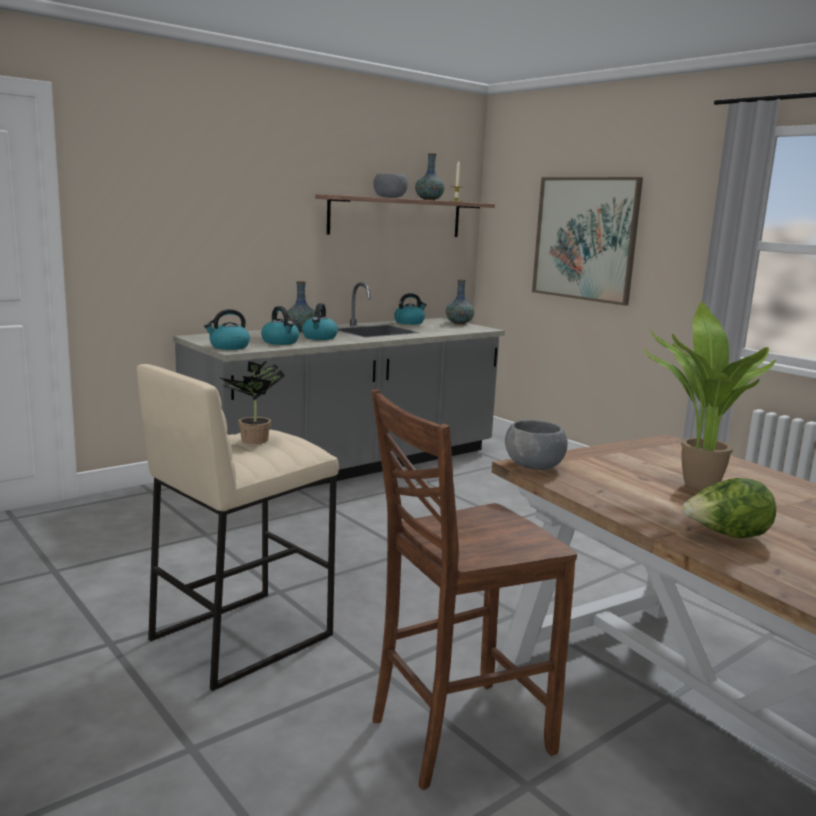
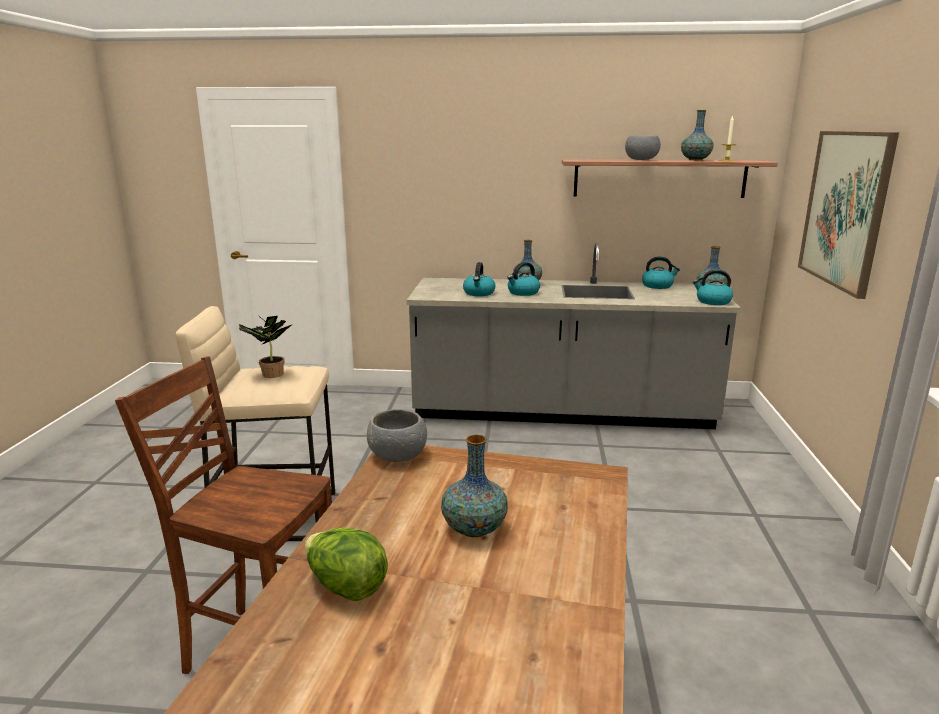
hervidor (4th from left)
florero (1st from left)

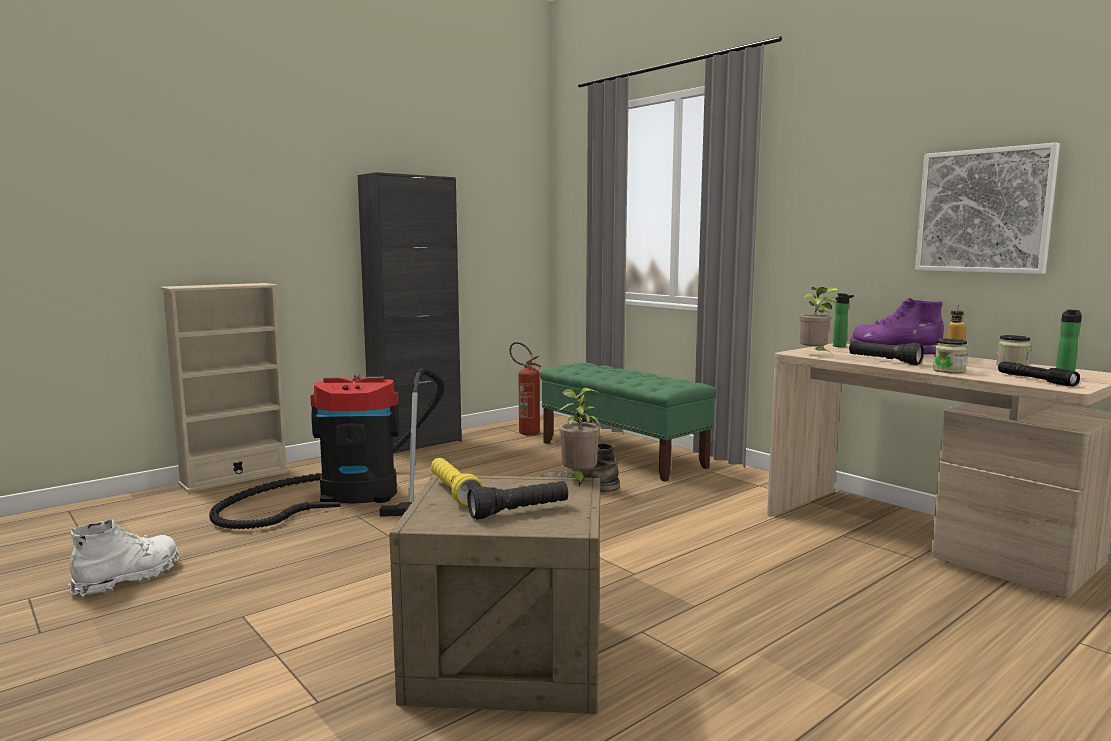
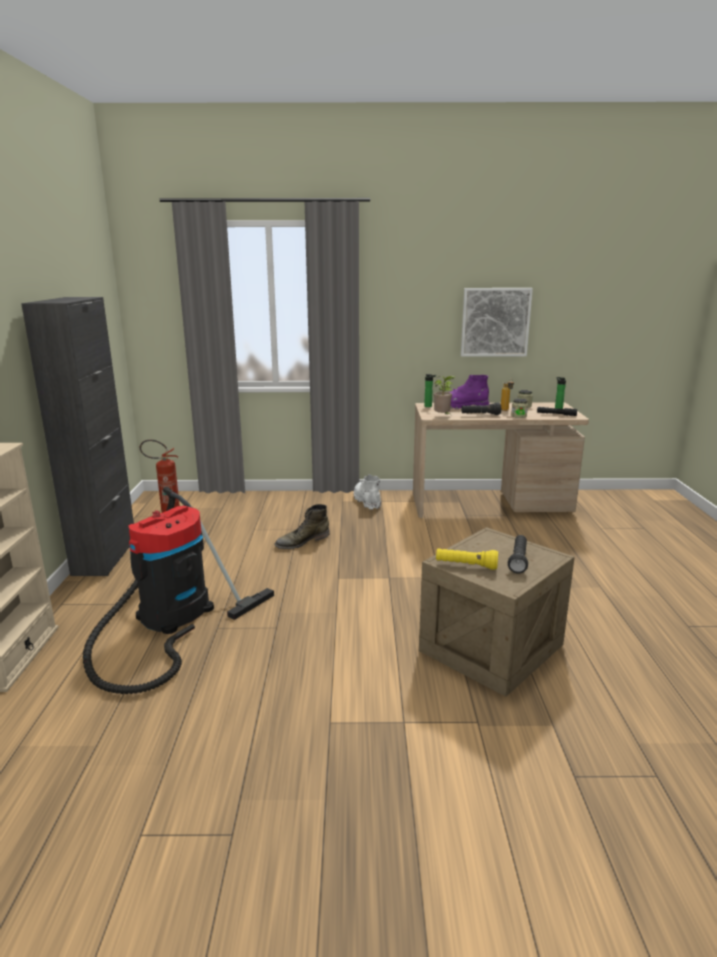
bota/blanco
banco/verde
planta en maceta (1st from left in the first image)

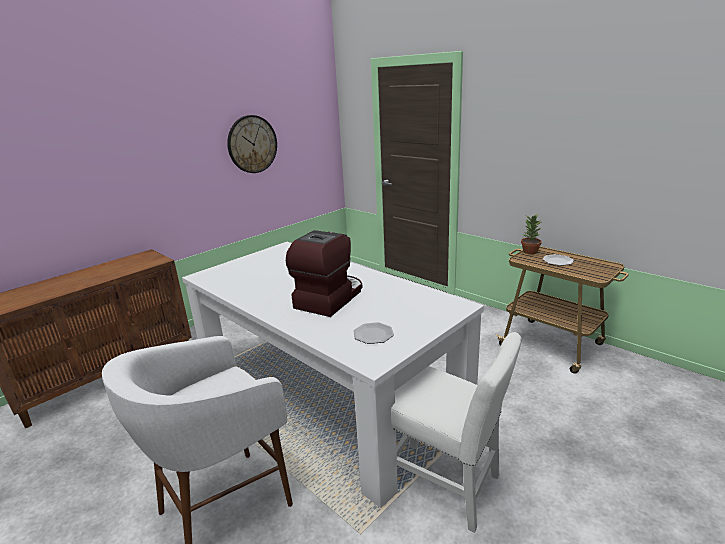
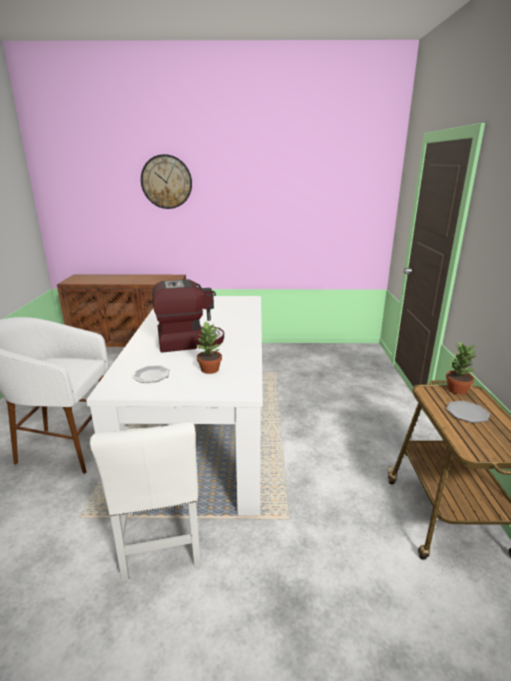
reloj de pared
planta en maceta (1st from left)

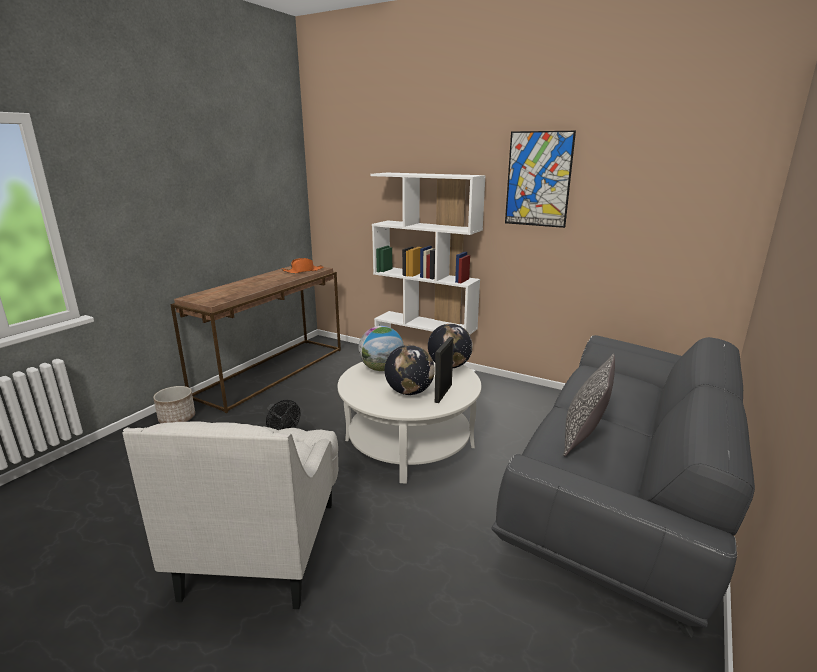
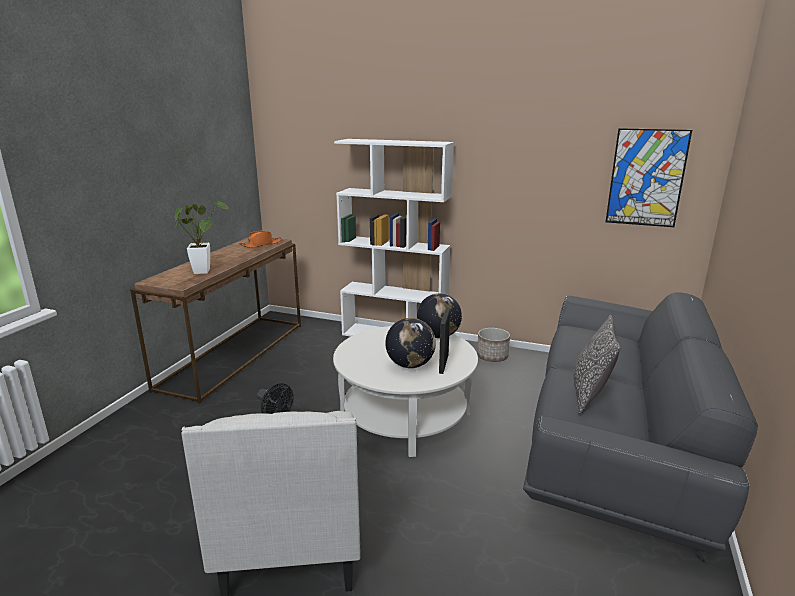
maceta
globo terráqueo (1st from left in the first image)
cuadro
planta en maceta

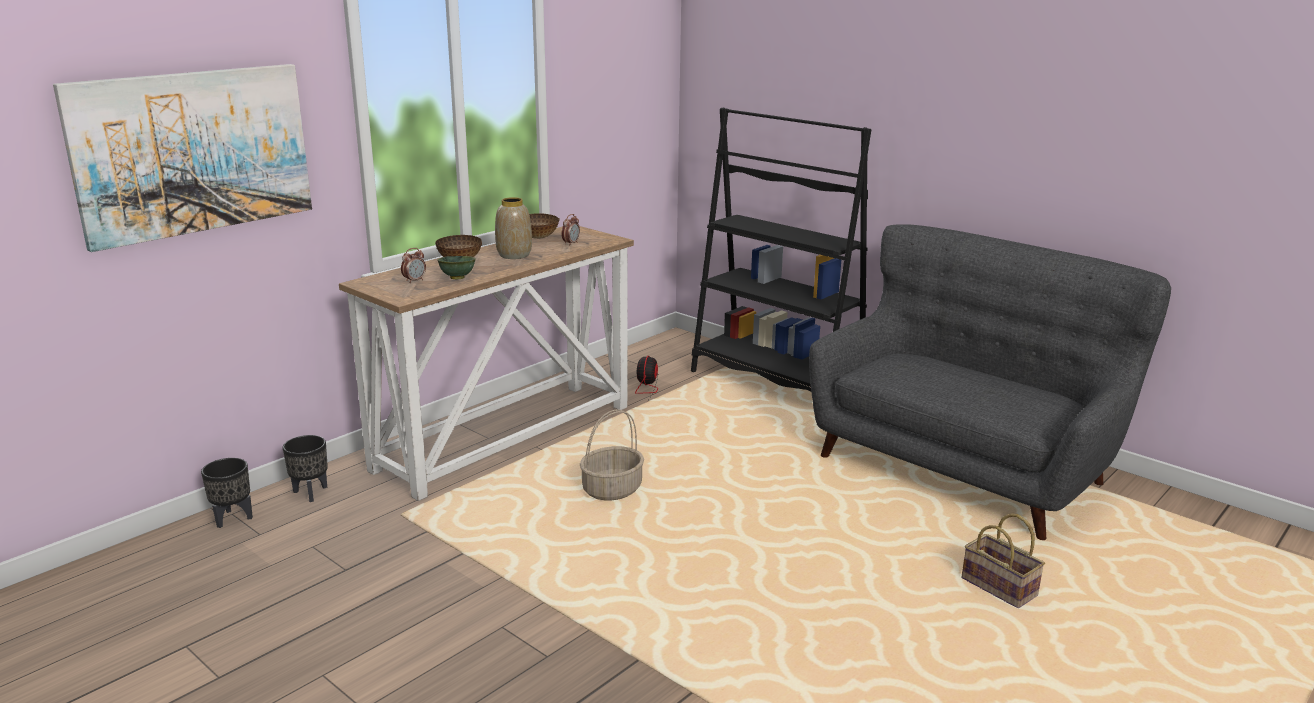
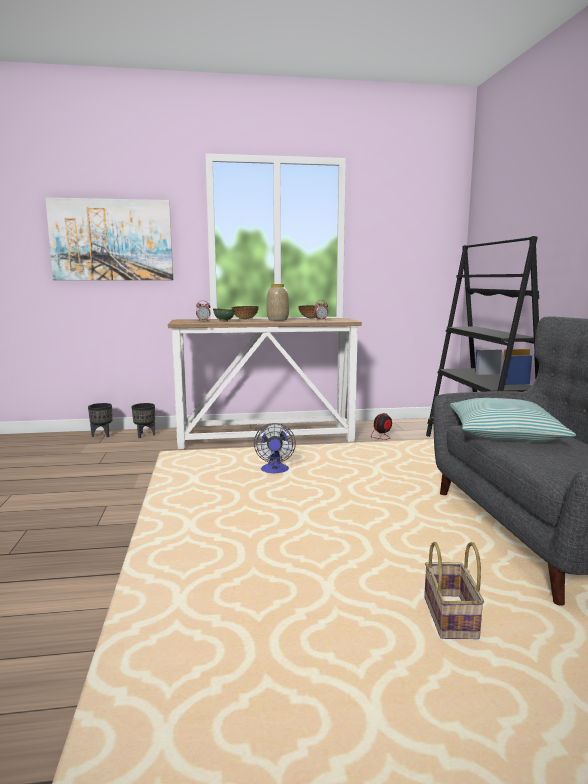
ventilador (1st from left)
cojín

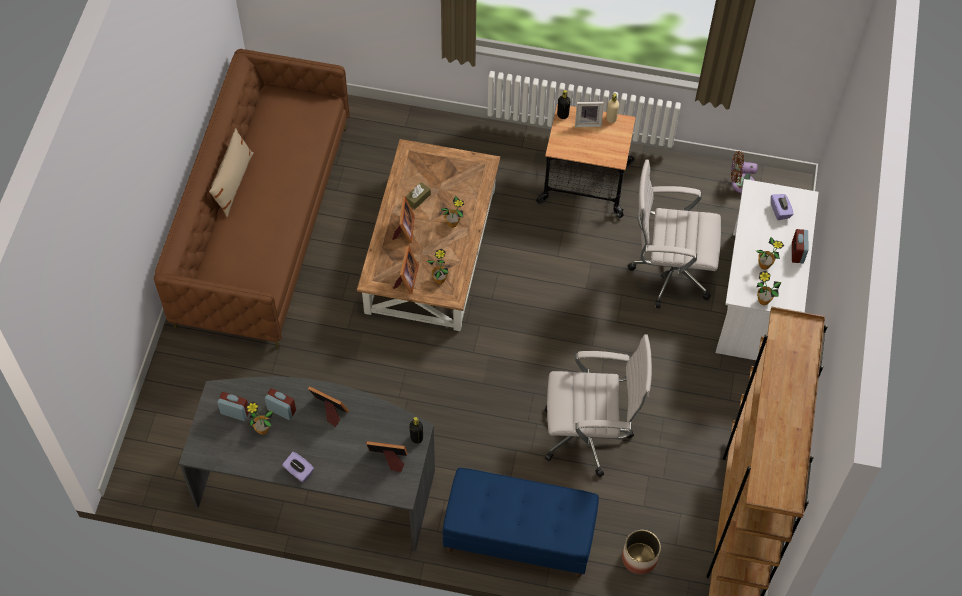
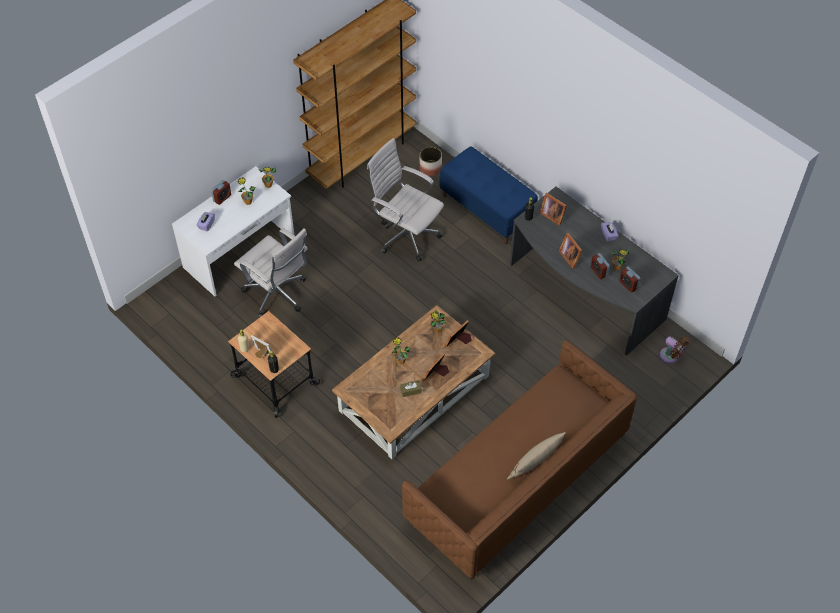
ventilador/marrón

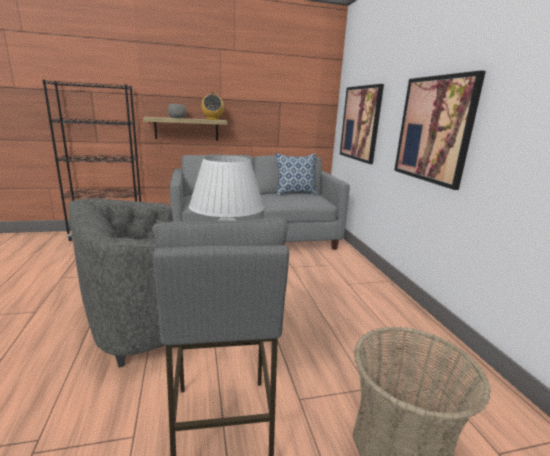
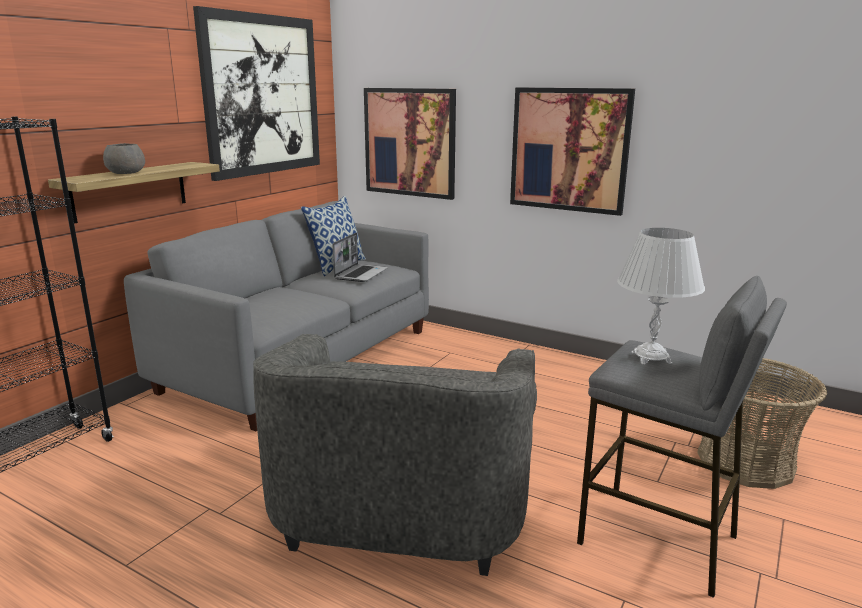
radio
cuadro (1st from left)
portátil

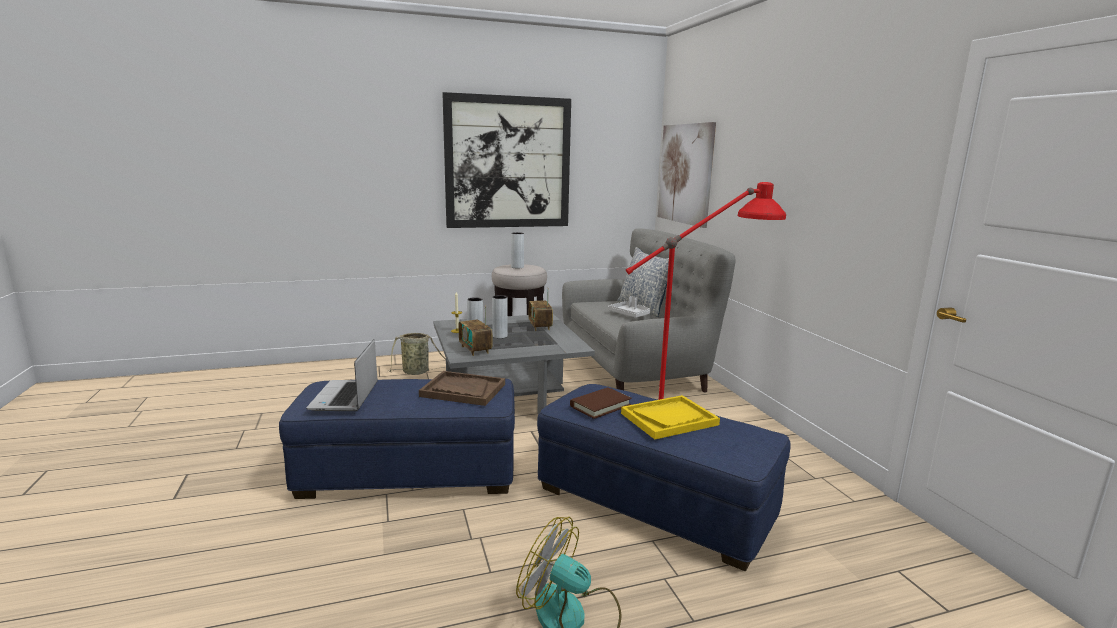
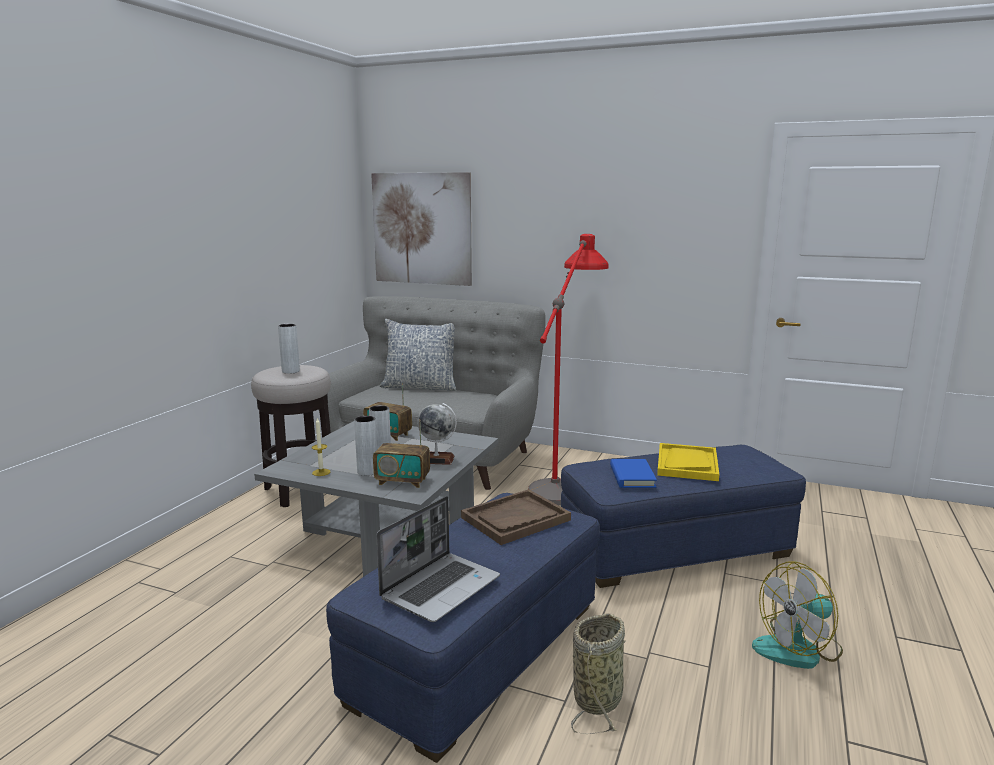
portátil
cesta
cuadro (1st from left in the first image)
libro/azul
bandeja/gris
globo terráqueo

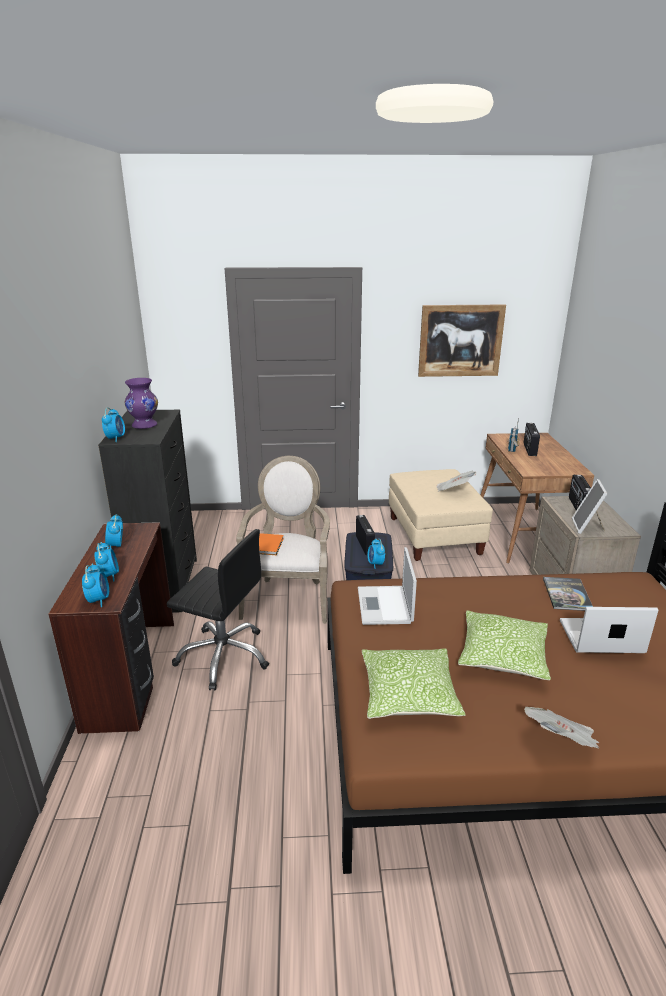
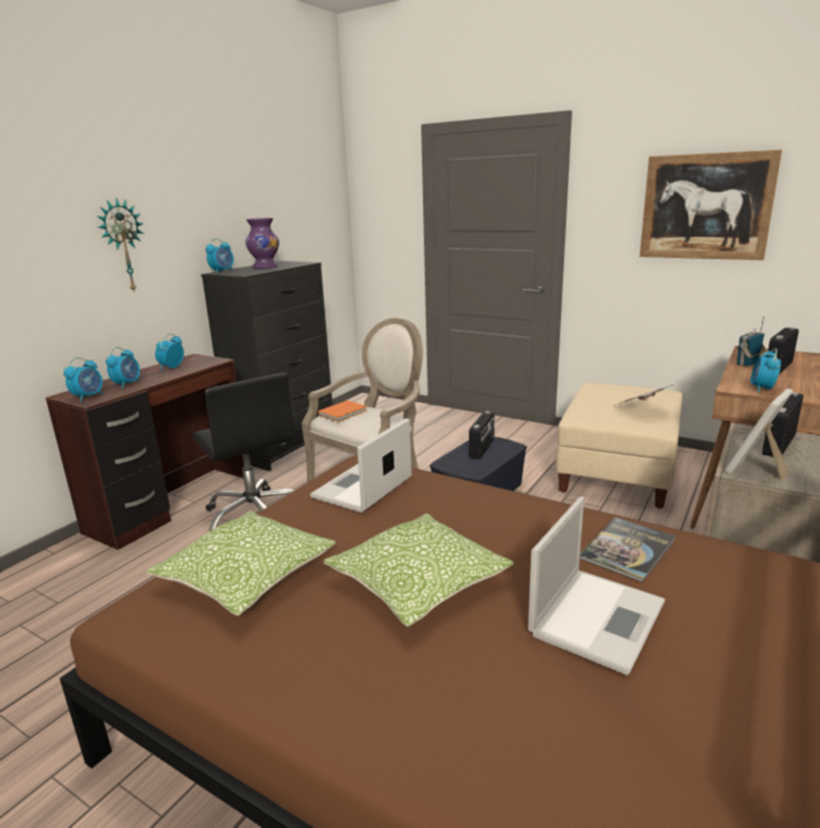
despertador (5th from left)
periódico (2nd from left in the first image)
portátil (2nd from left)
reloj de pared

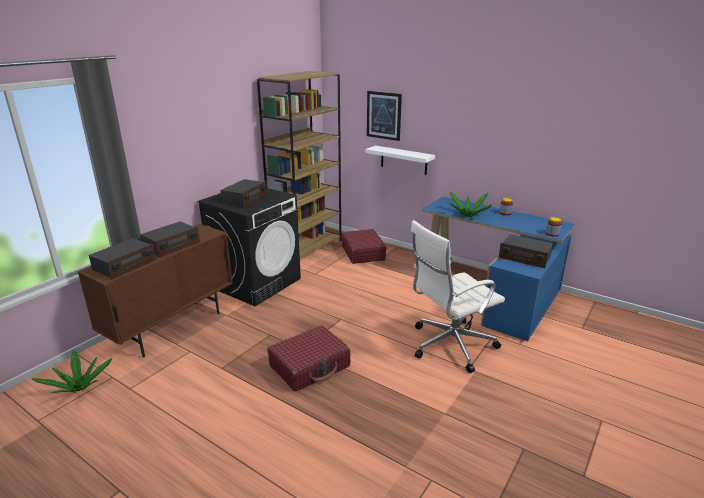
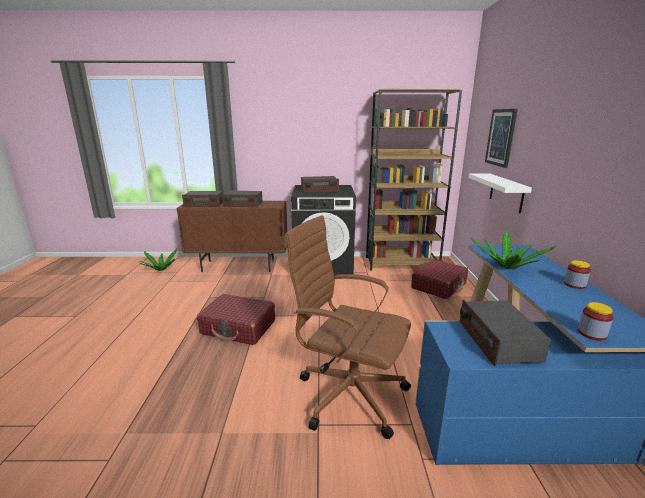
silla de oficina/marrón

